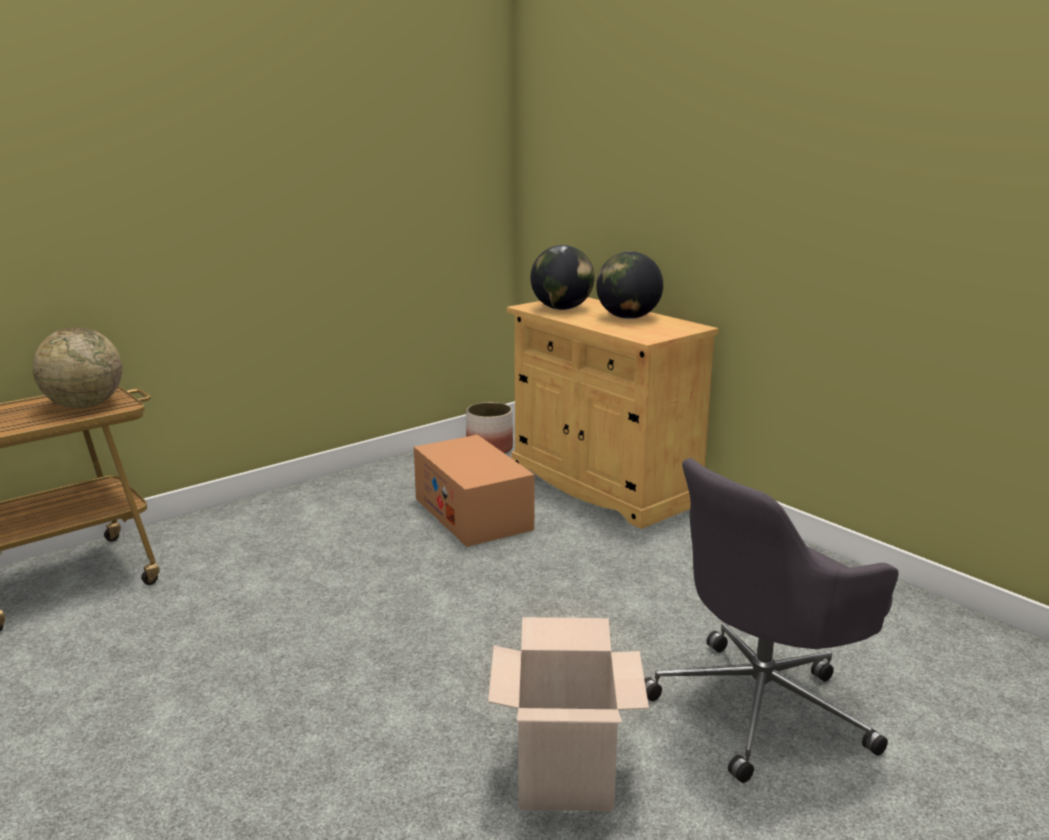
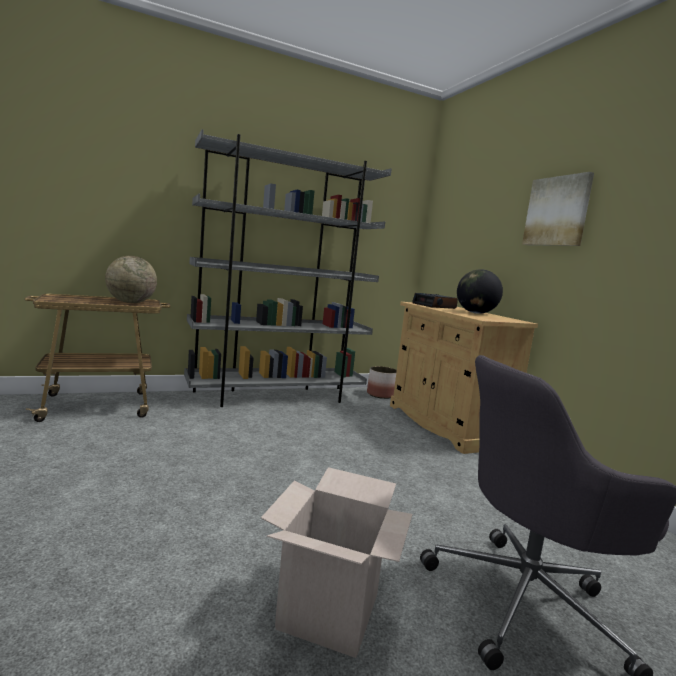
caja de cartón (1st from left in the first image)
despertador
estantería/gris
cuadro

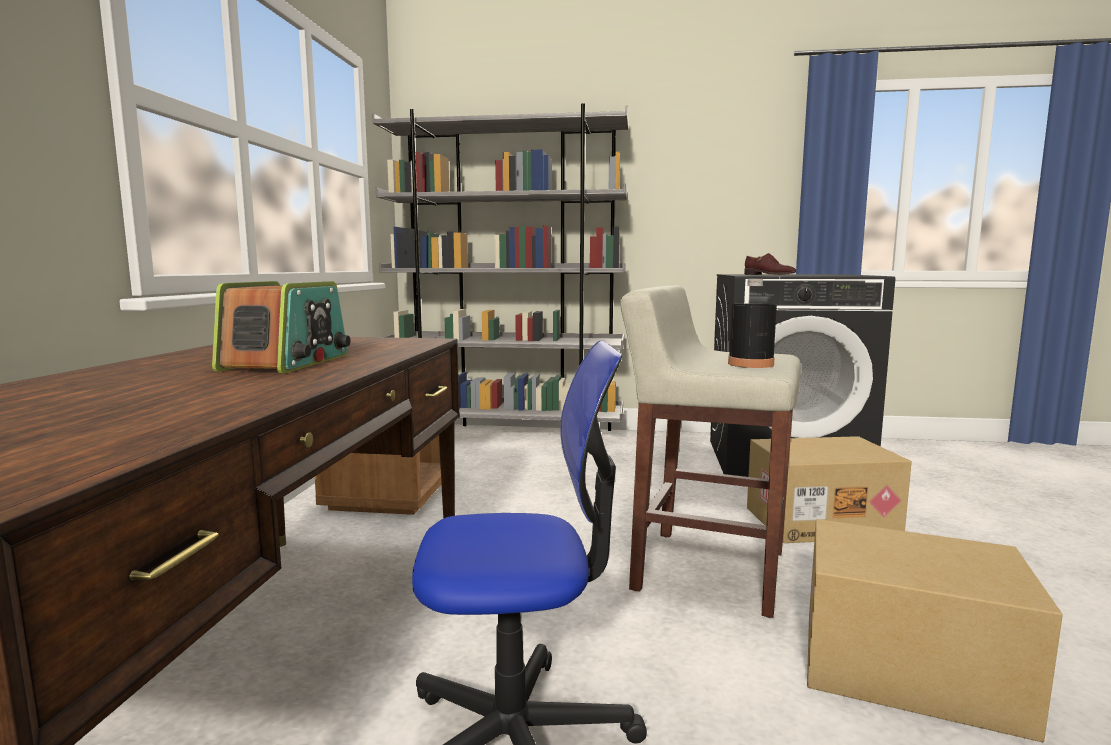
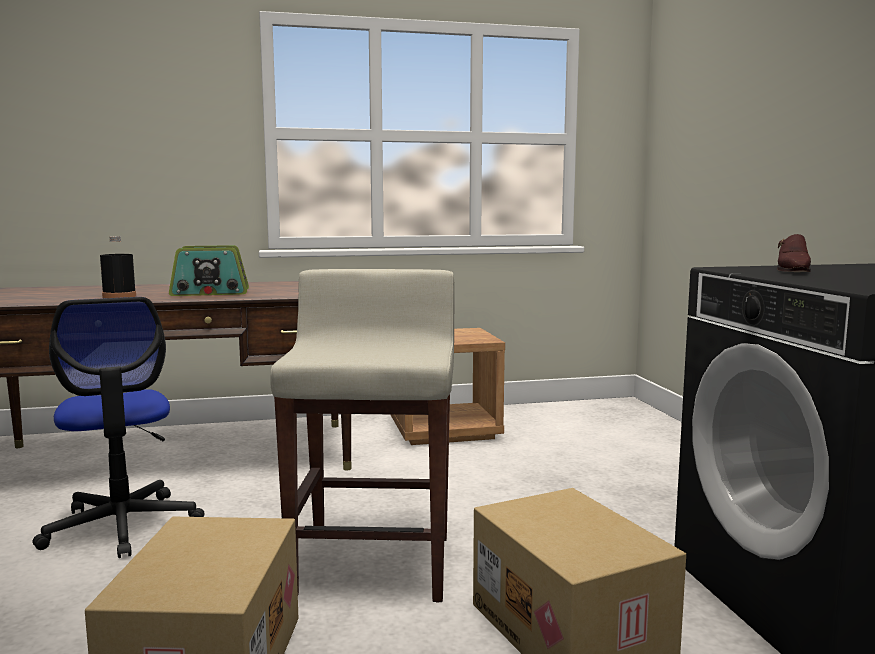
estantería/gris
botella/negro

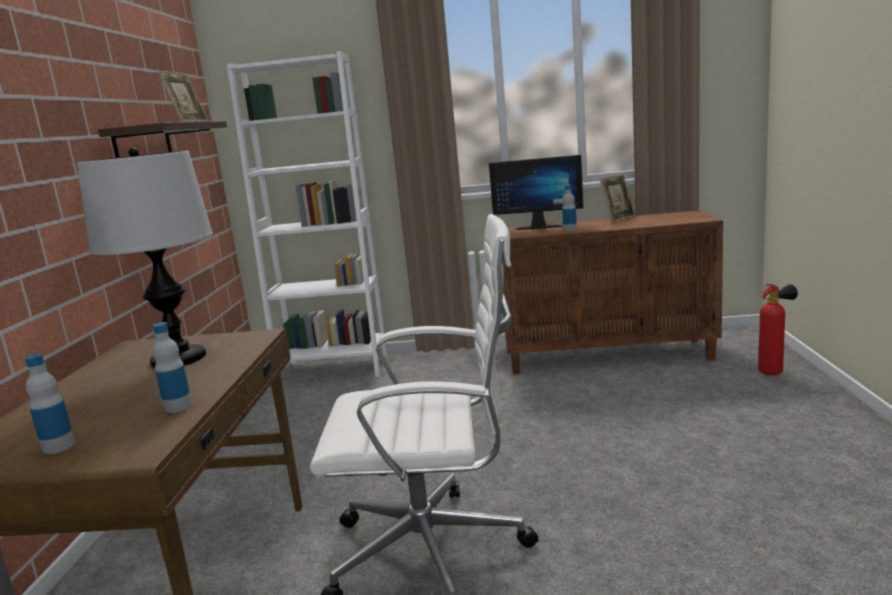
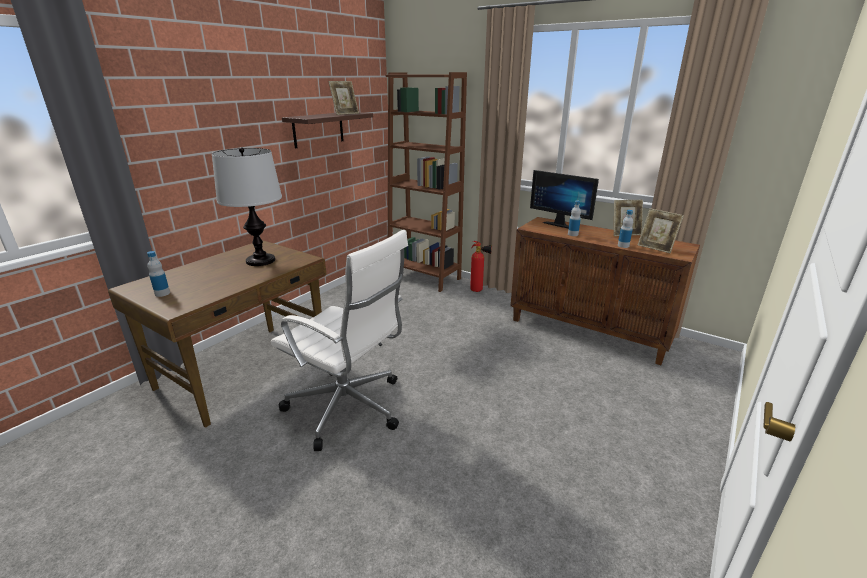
botella (3rd from left)
estantería/marrón
extintor
portarretratos (3rd from left)

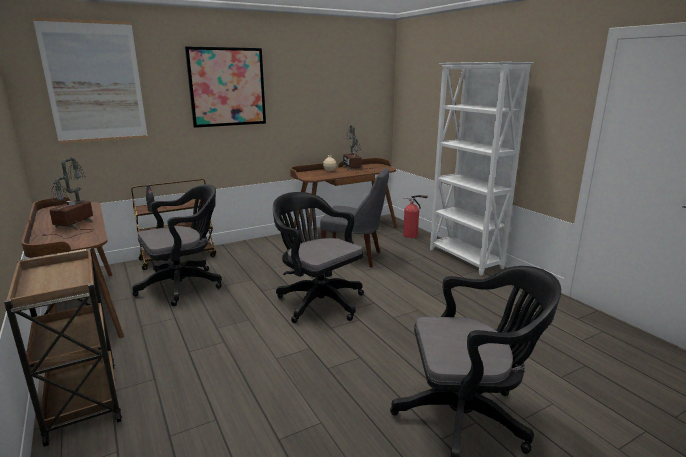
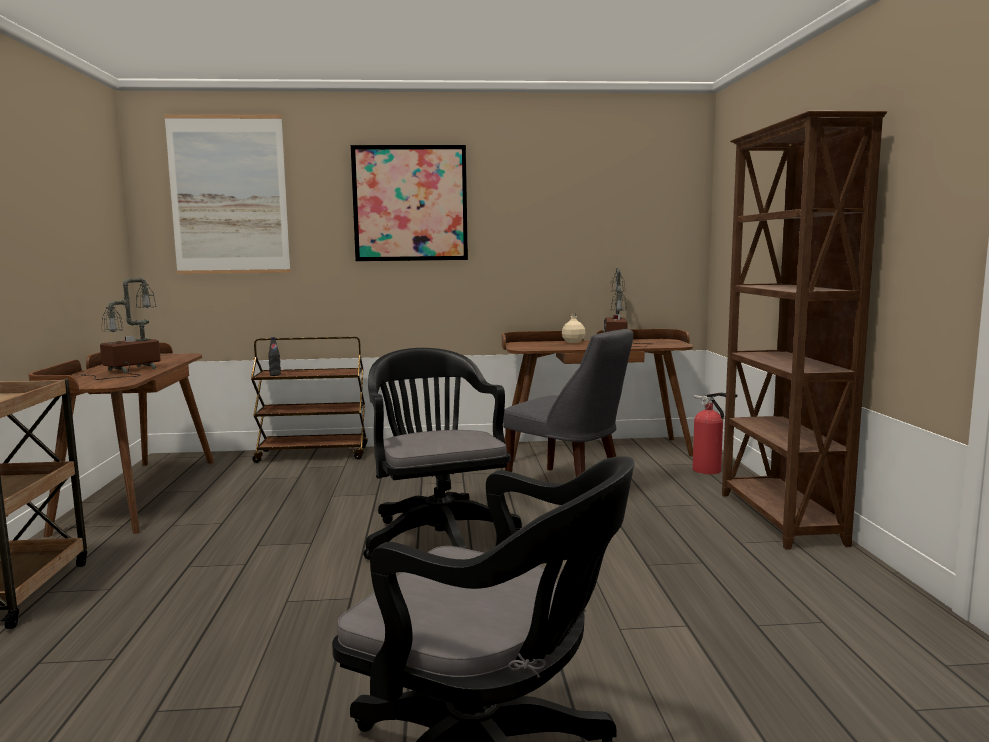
silla de oficina/negro (1st from left in the first image)
estantería/marrón

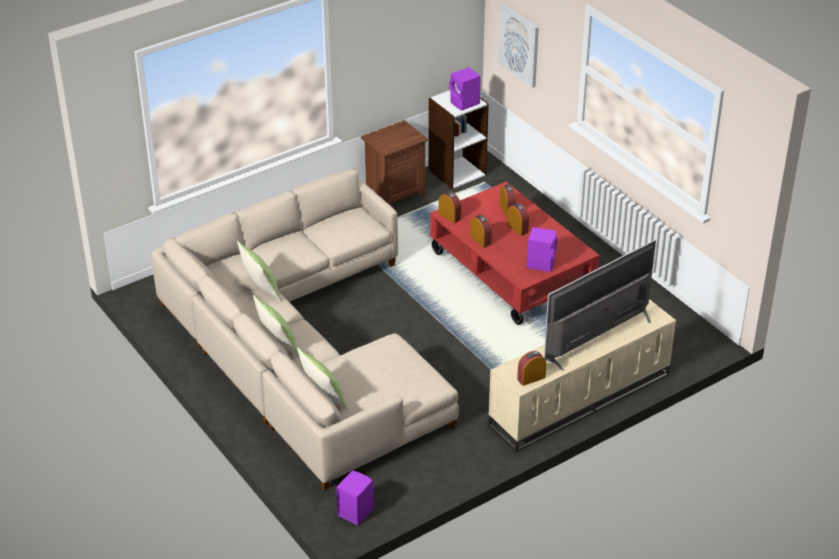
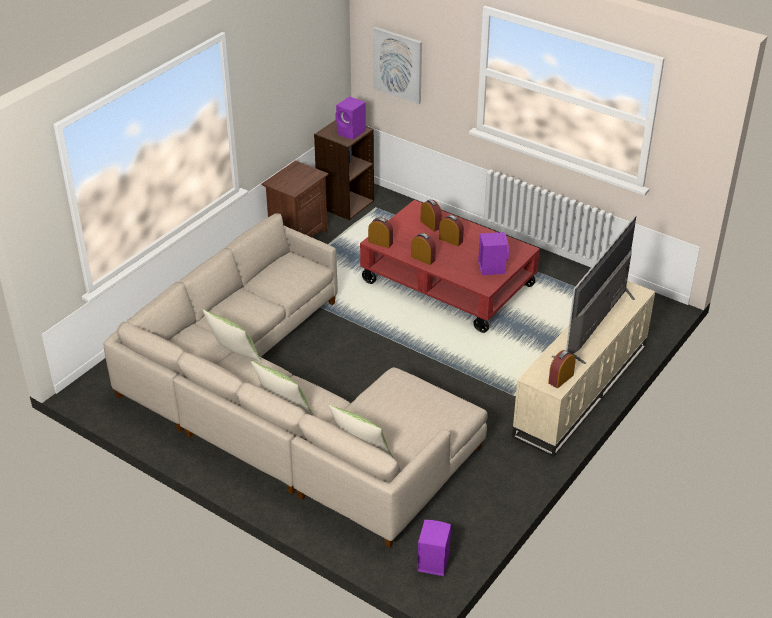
estantería/marrón

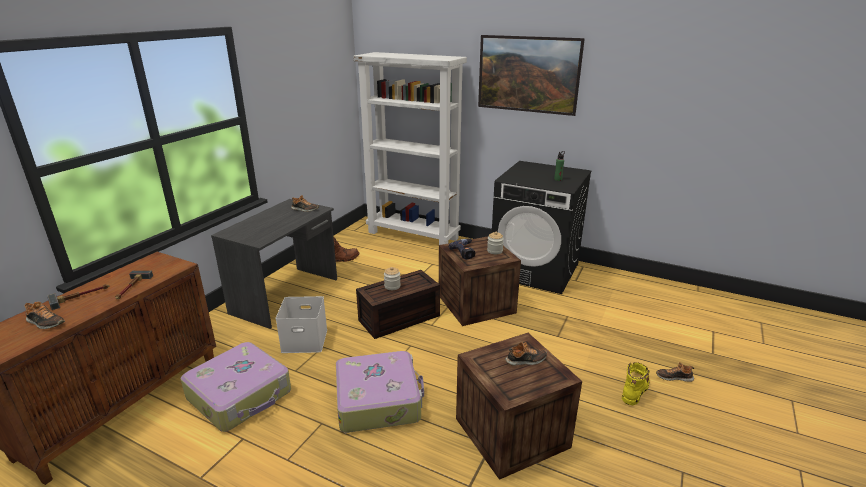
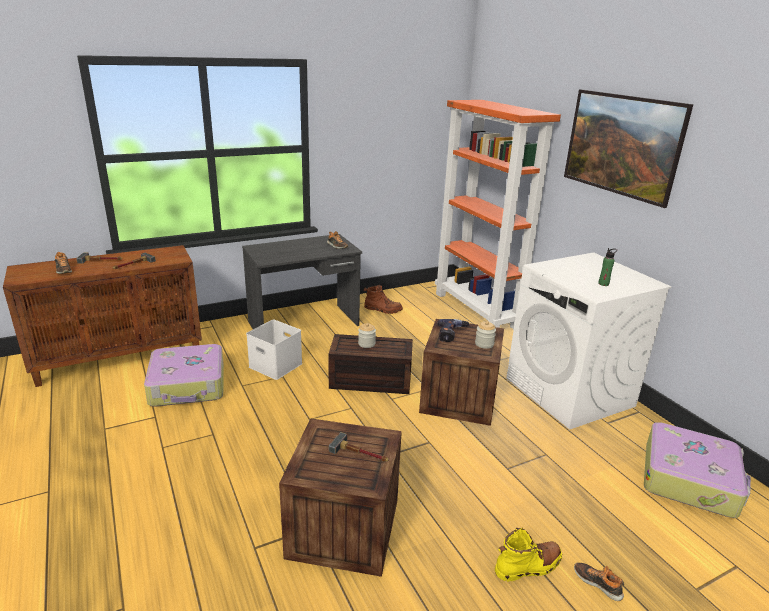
maleta (2nd from left)
estantería/naranja
lavadora/blanco
martillo (3rd from left)

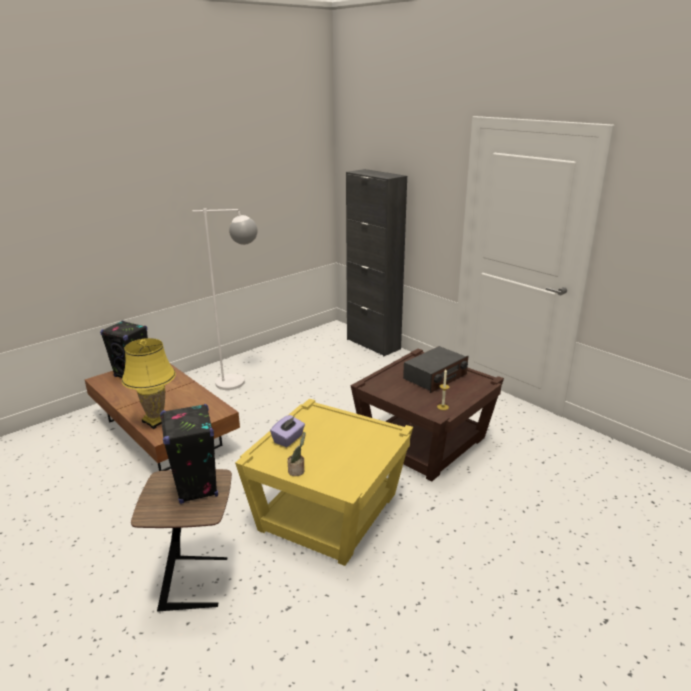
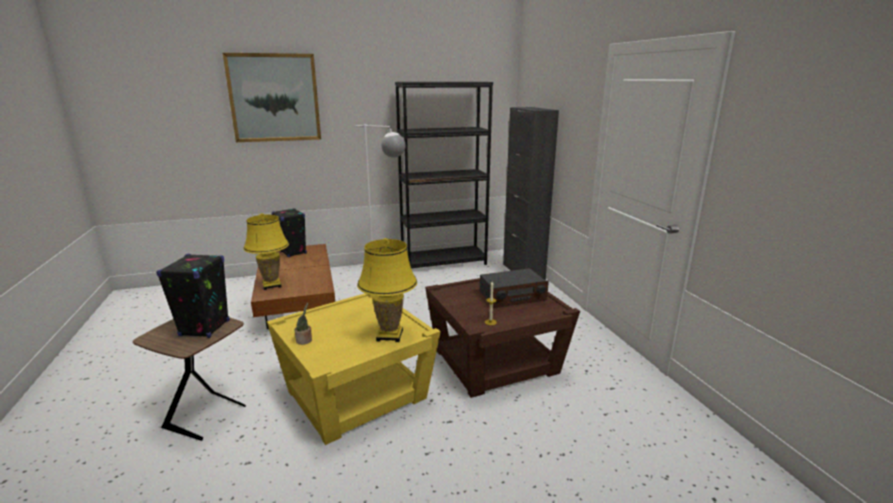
caja de pañuelos/morado
cuadro
lámpara de mesa/amarillo (2nd from left)
estantería/negro

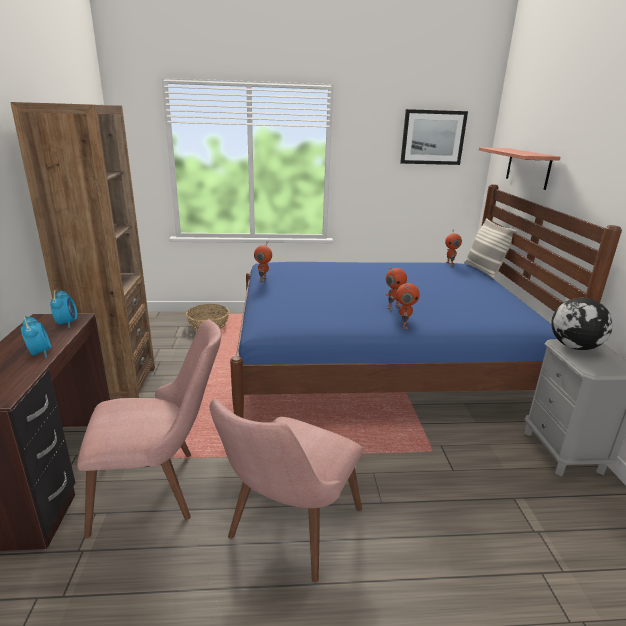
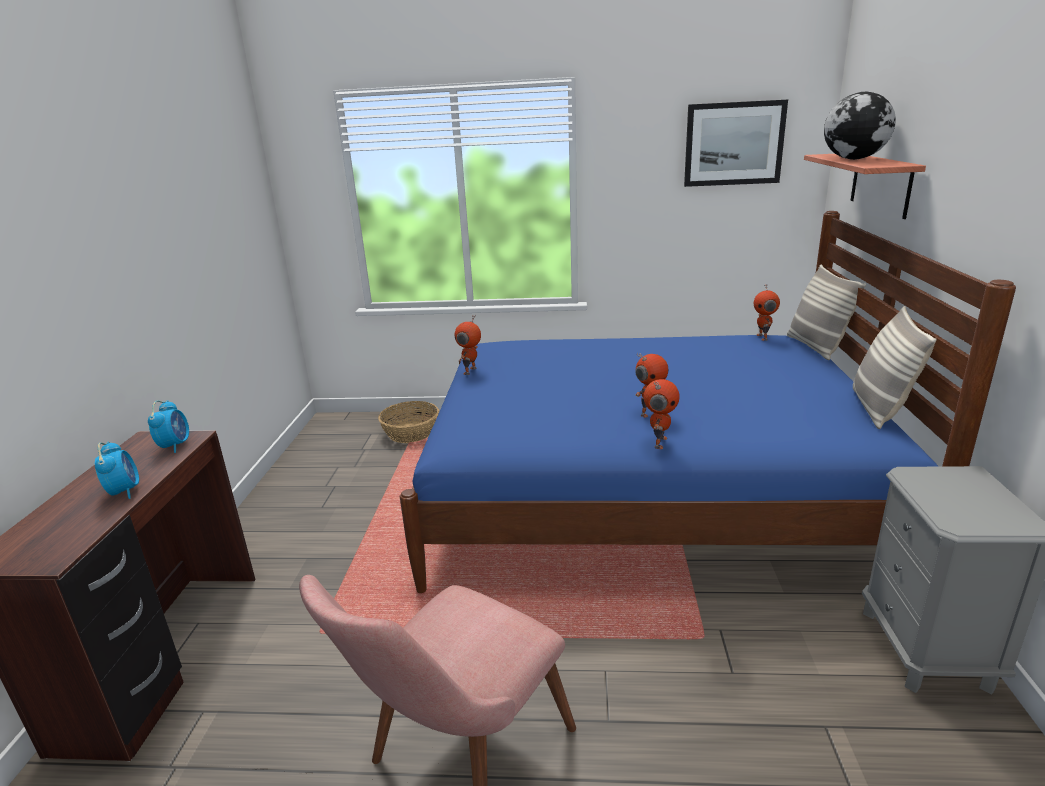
estantería/marrón
silla/rosa (1st from left in the first image)
globo terráqueo
cojín (2nd from left)

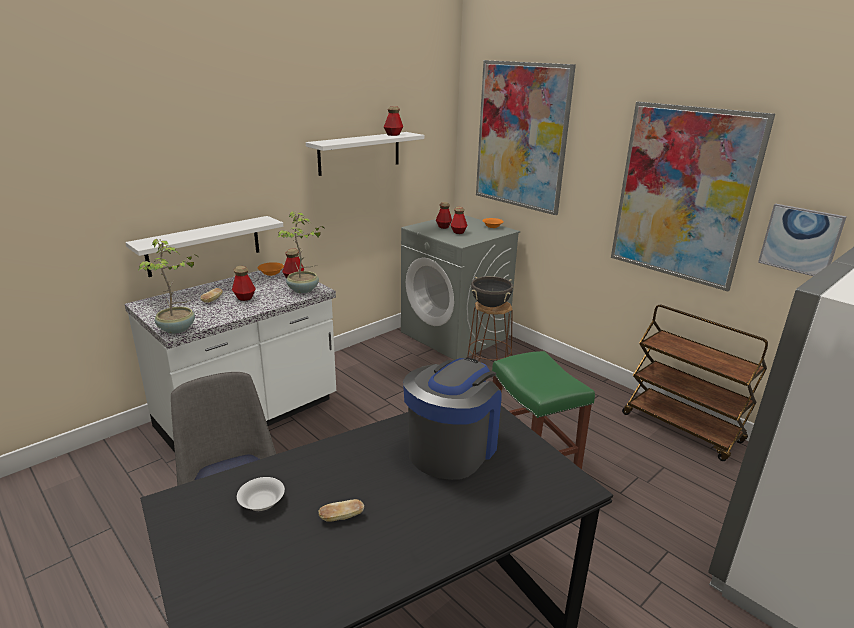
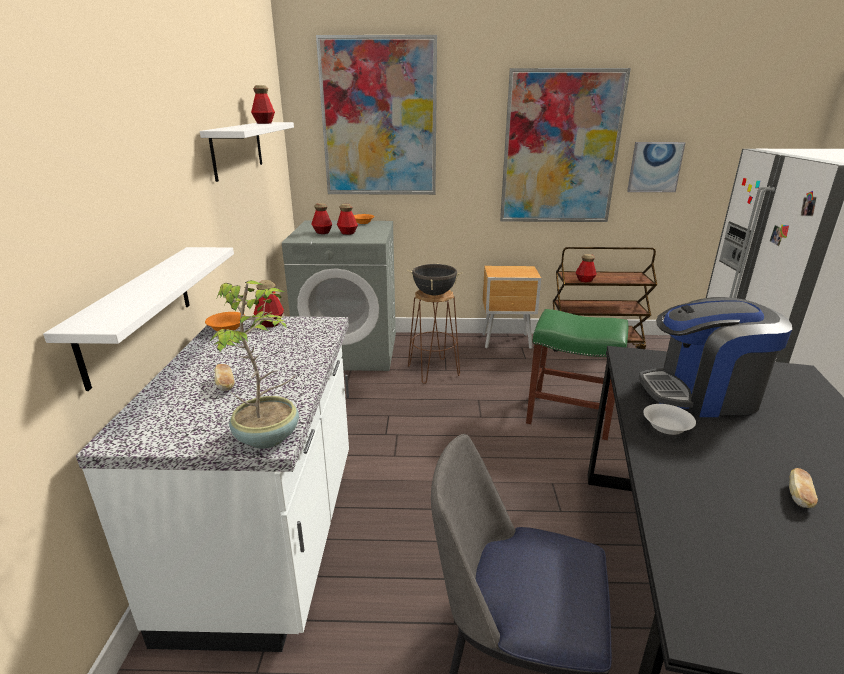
botella (5th from left)
cuenco/blanco
planta en maceta (2nd from left in the first image)
cafetera
mesita de noche/marrón

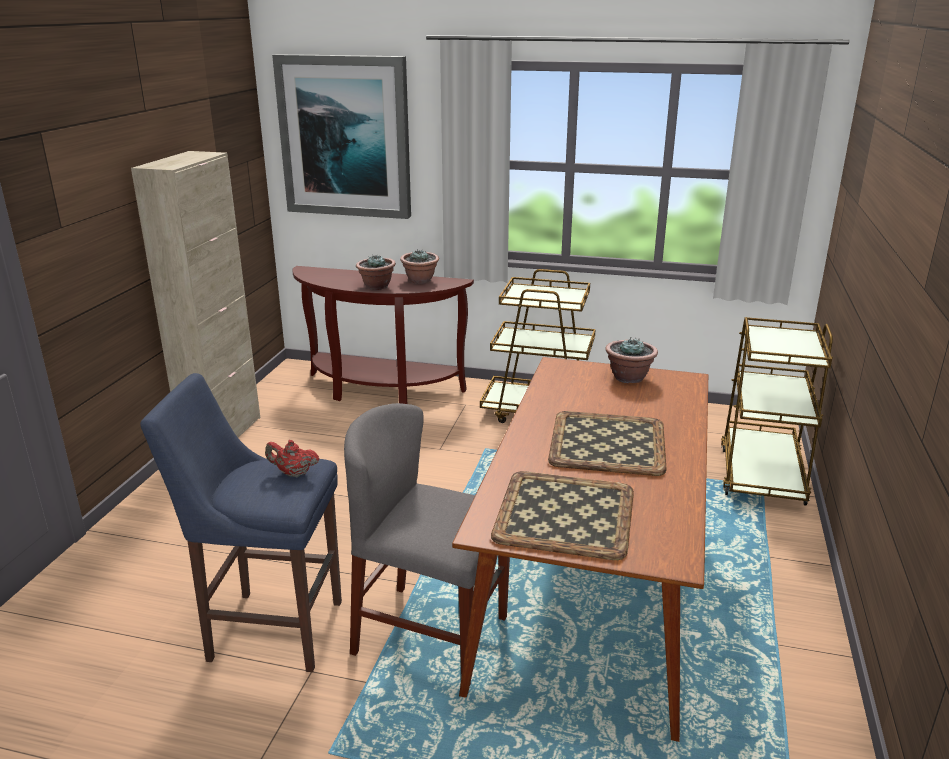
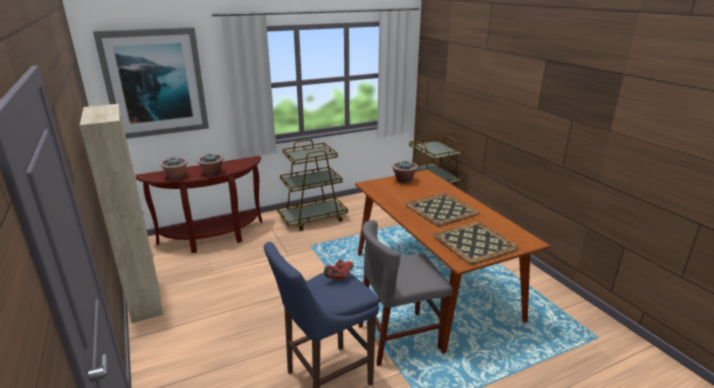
planta en maceta (1st from left)

